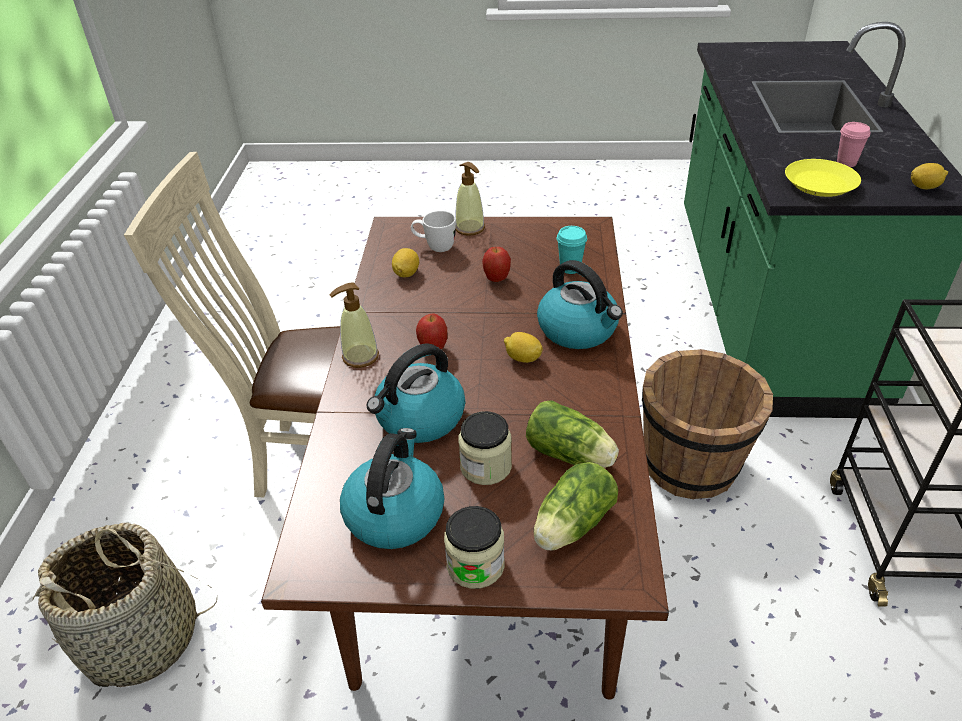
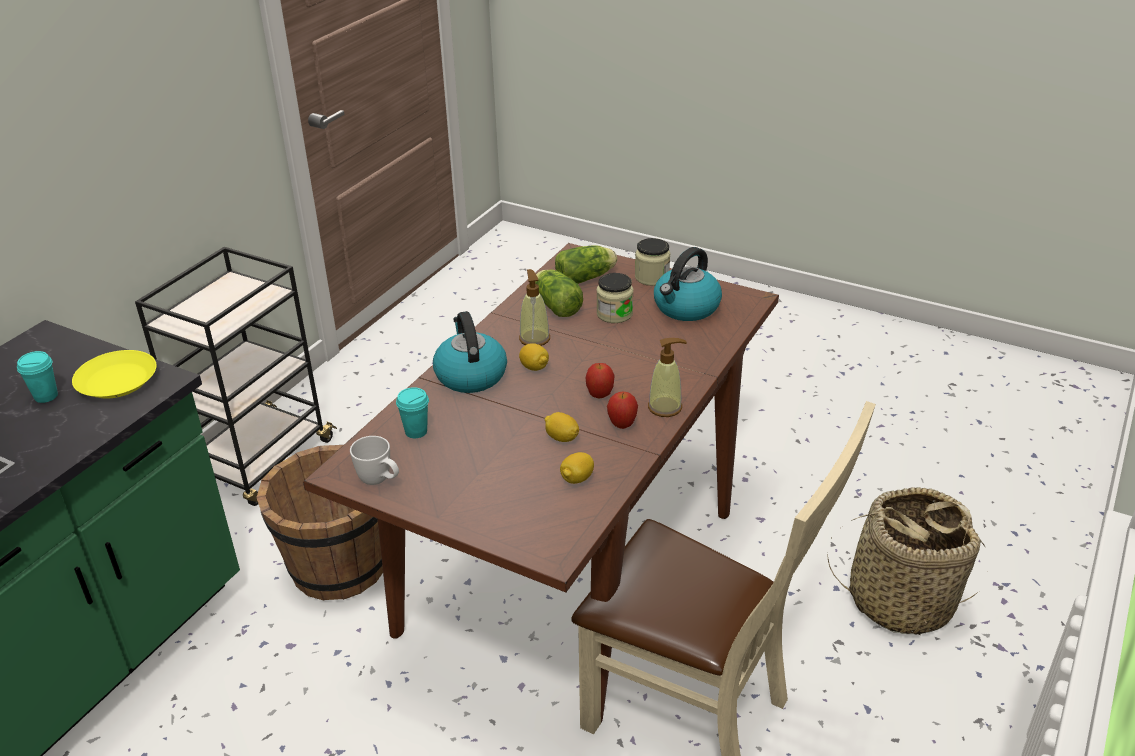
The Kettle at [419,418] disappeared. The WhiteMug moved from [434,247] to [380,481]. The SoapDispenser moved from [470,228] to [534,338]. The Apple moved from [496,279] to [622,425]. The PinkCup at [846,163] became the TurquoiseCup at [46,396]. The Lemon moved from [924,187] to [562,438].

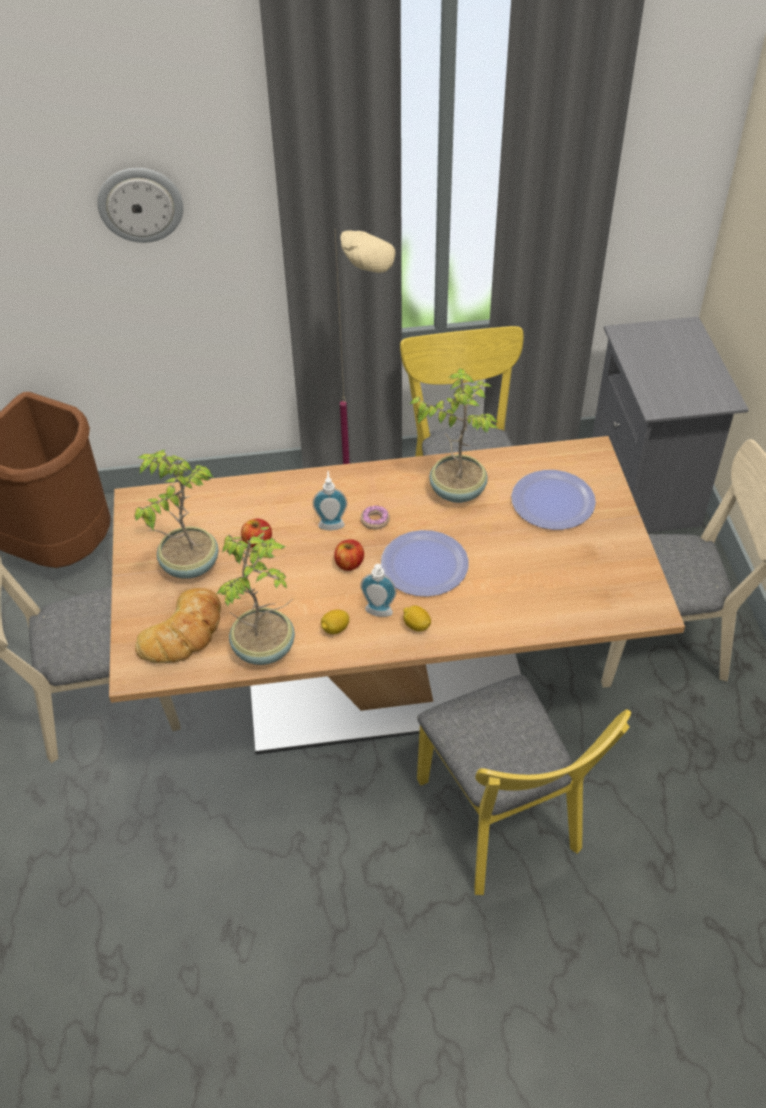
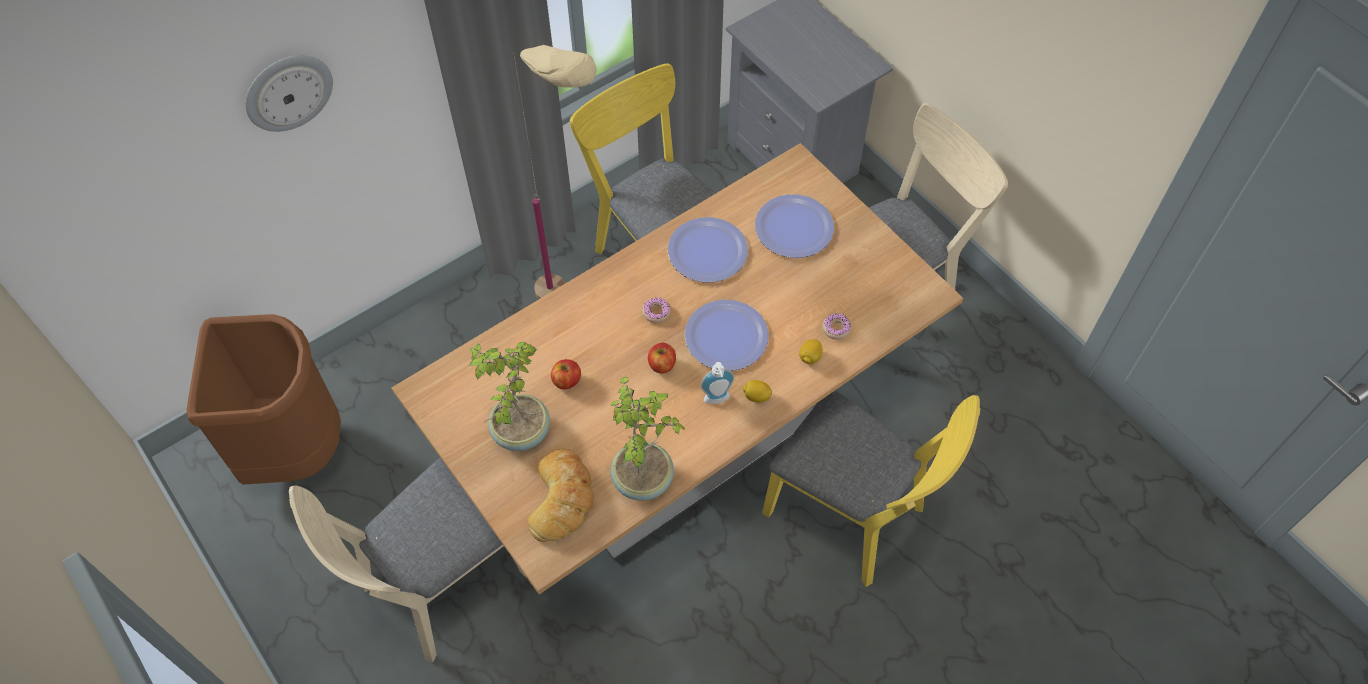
The SoapDispenser at [331,523] disappeared. The Lemon moved from [335,629] to [810,357]. The PottedPlant at [457,490] was replaced by the Plate at [708,251]. The Donut at [836,329] appeared.

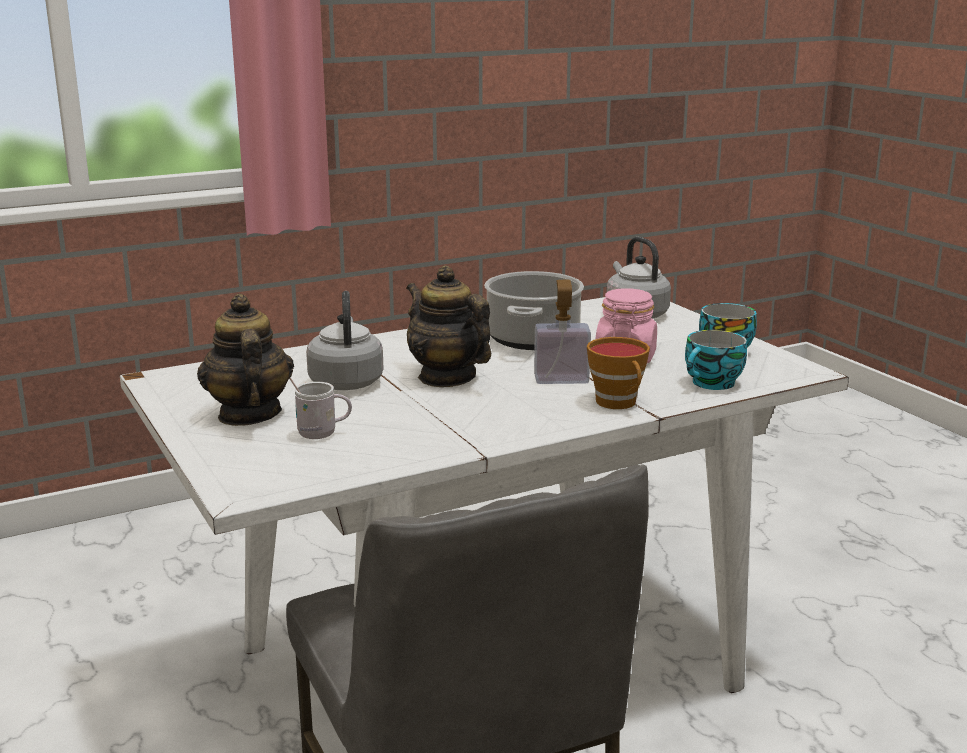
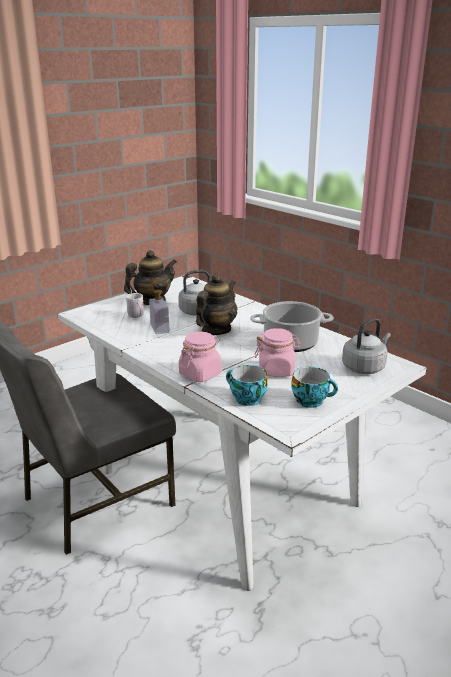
The SoapDispenser moved from [561,379] to [159,328]. The Cup at [619,403] was replaced by the PinkJar at [200,374].

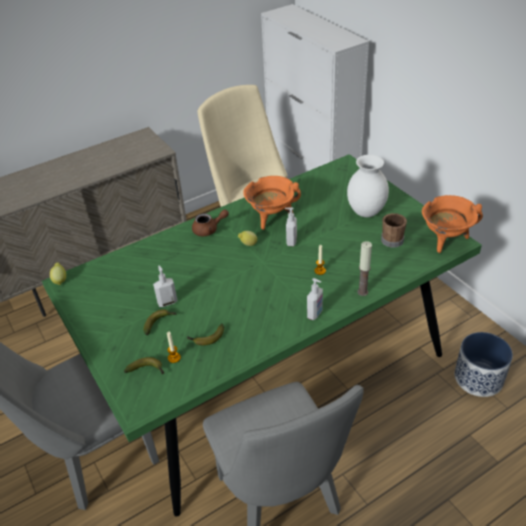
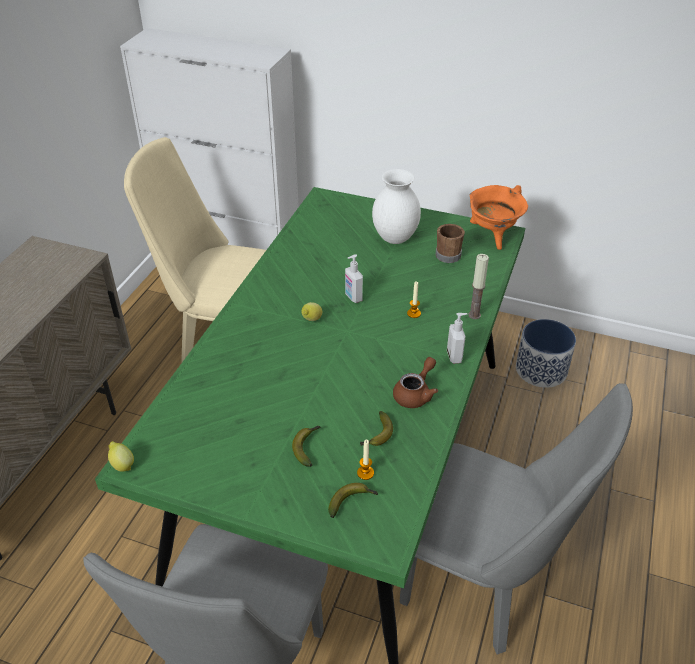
The SoapDispenser at [167,302] disappeared. The BrownTeapot moved from [209,230] to [415,394]. The OrangeCookingPot at [271,218] disappeared.

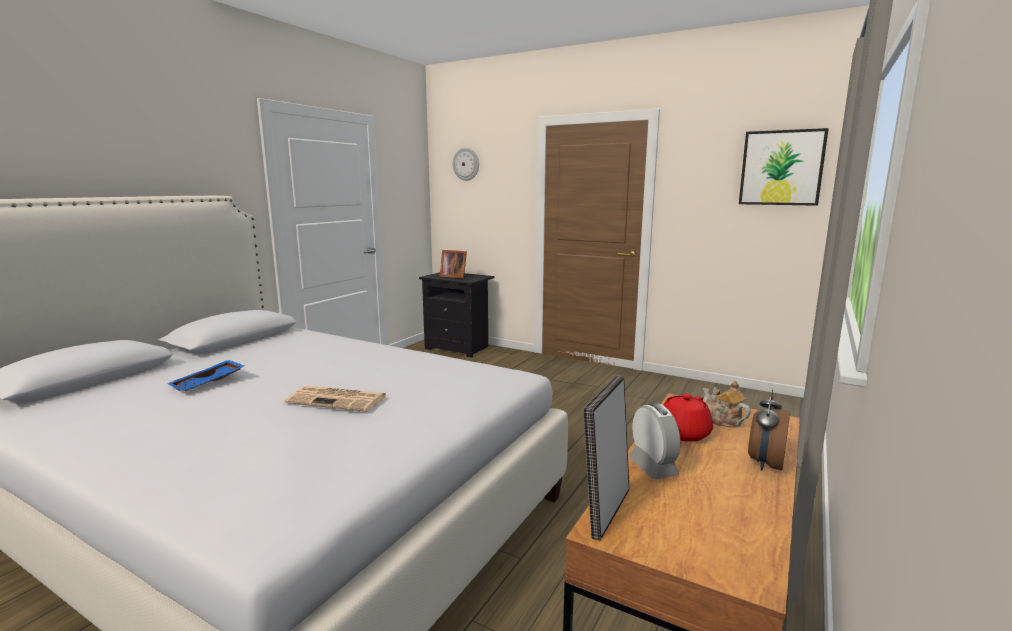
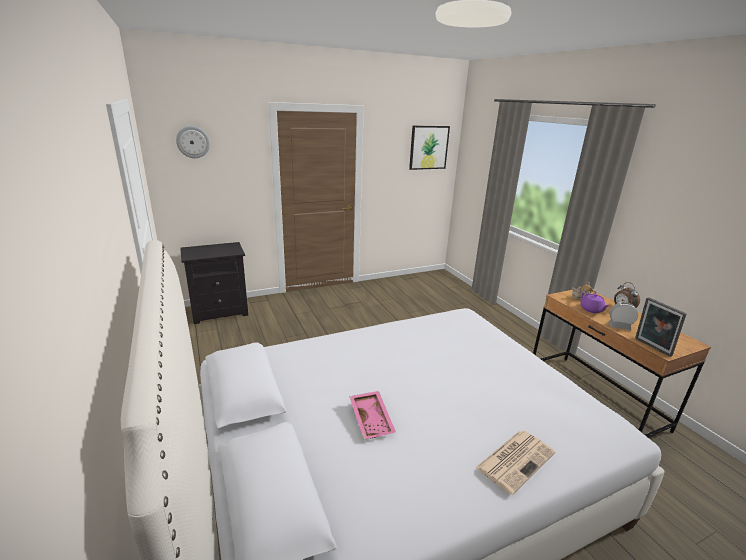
The BlueTray at [209,383] became the PinkTray at [372,420]. The Newspaper moved from [339,399] to [516,459]. The PictureFrame at [453,276] disappeared. The RedTeapot at [682,434] became the PurpleTeapot at [591,310].

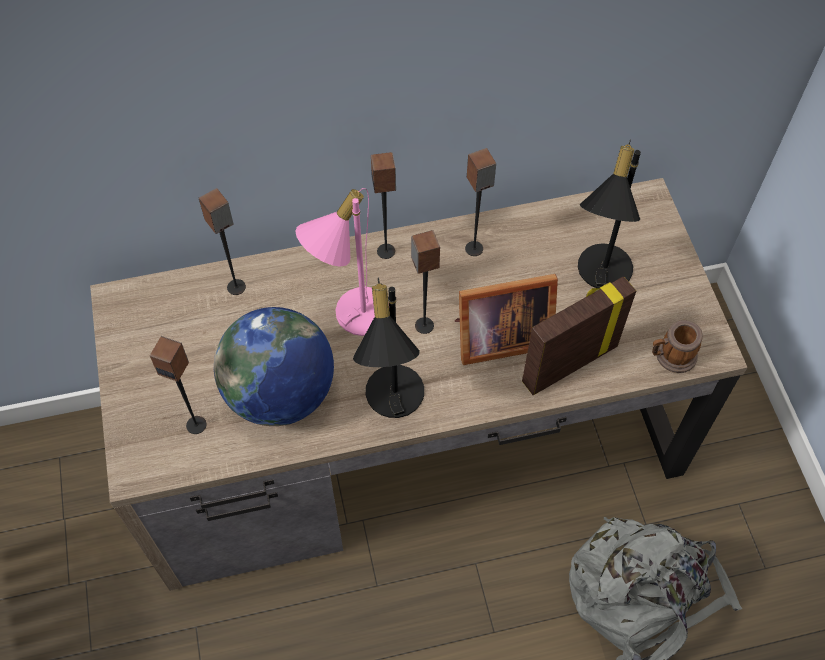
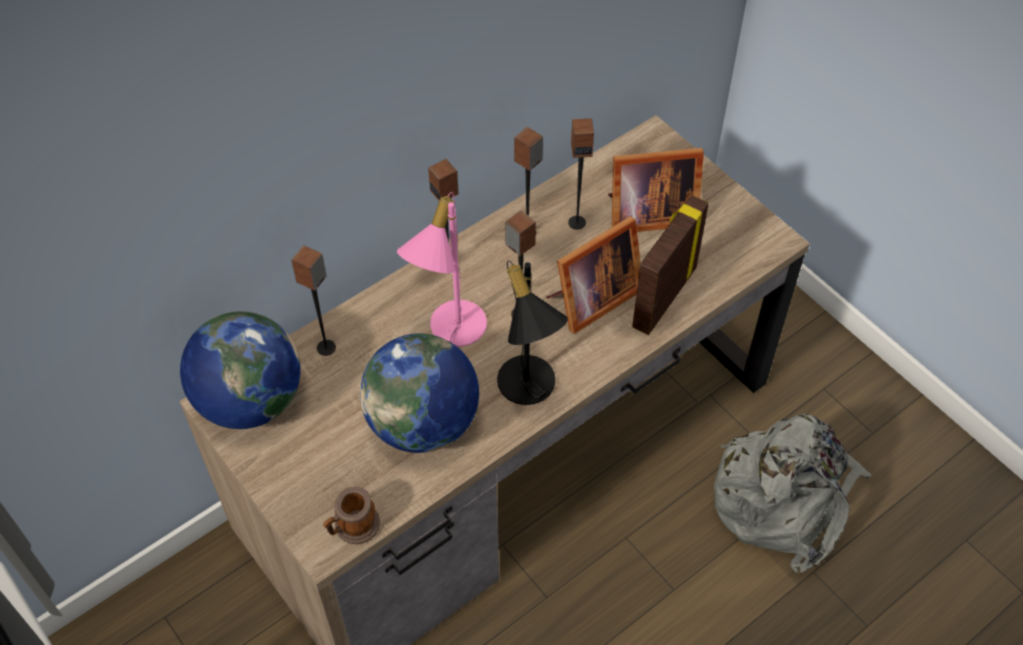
The Speaker moved from [196,424] to [577,222]. The BlackTableLamp at [598,274] was replaced by the PictureFrame at [647,214]. The Mug moved from [671,356] to [353,527]. The Globe at [250,401] appeared.

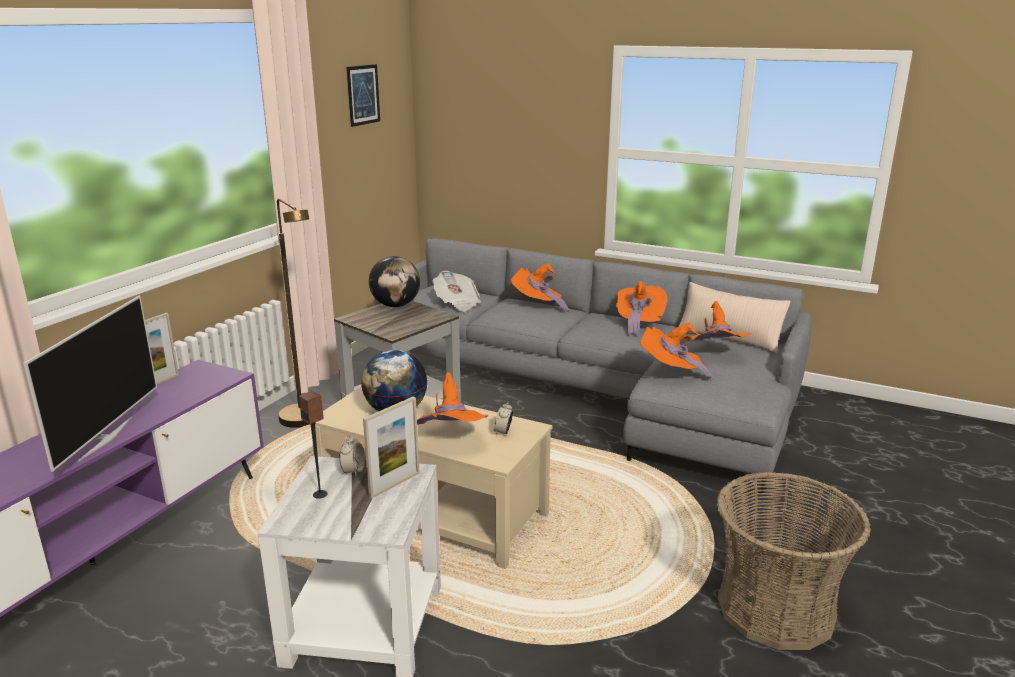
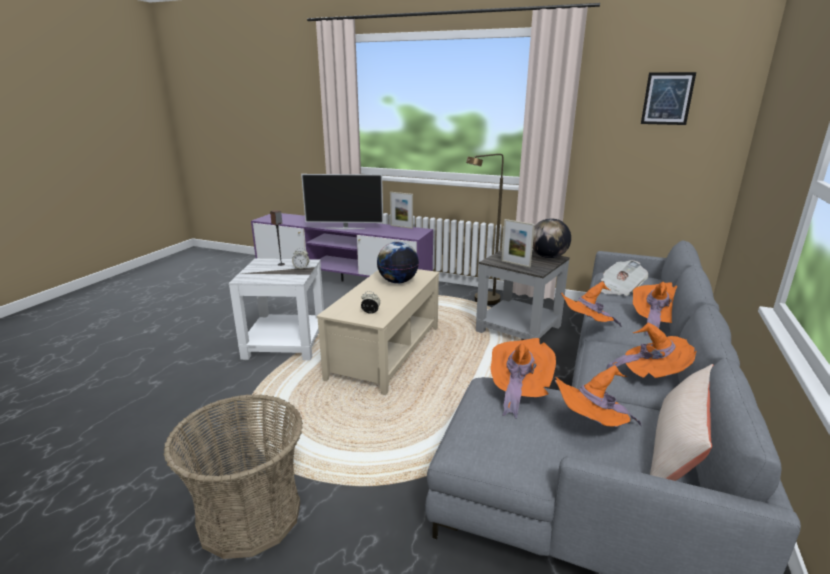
The PictureFrame moved from [394,484] to [515,264]. The OrangeHat moved from [451,440] to [585,327].

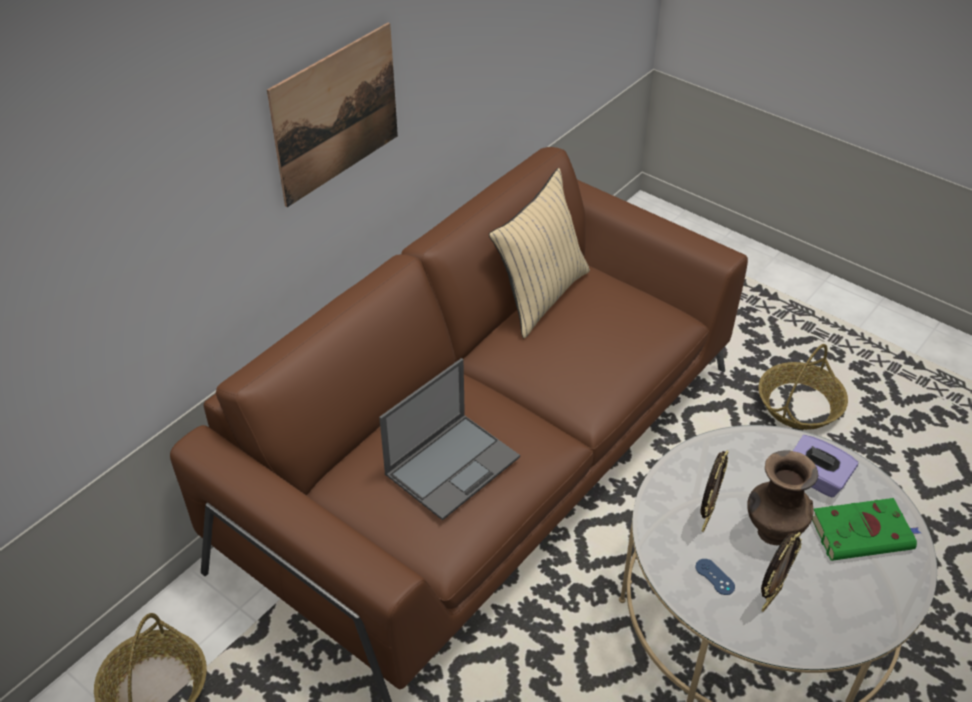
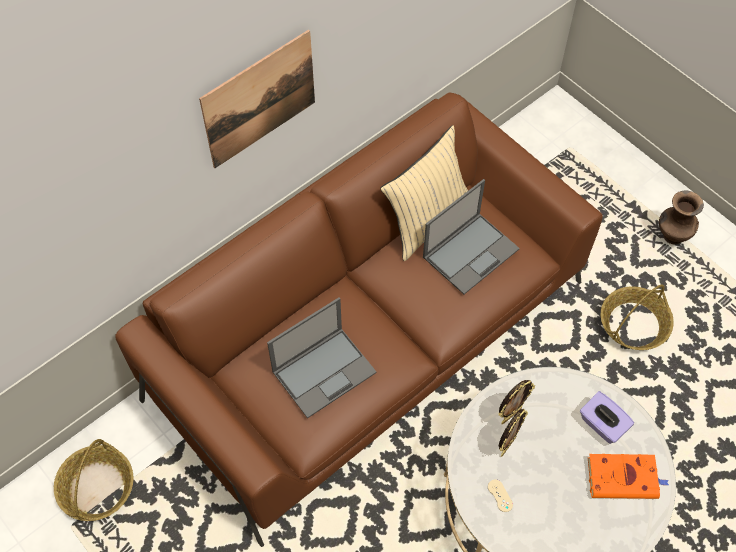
The BlueGameController at [714,577] became the BeigeGameController at [500,495]. The BrownVase moved from [771,532] to [671,236]. The PictureFrame moved from [770,598] to [510,415]. The GreenBook at [864,533] became the OrangeBook at [624,478]. The Laptop at [471,252] appeared.

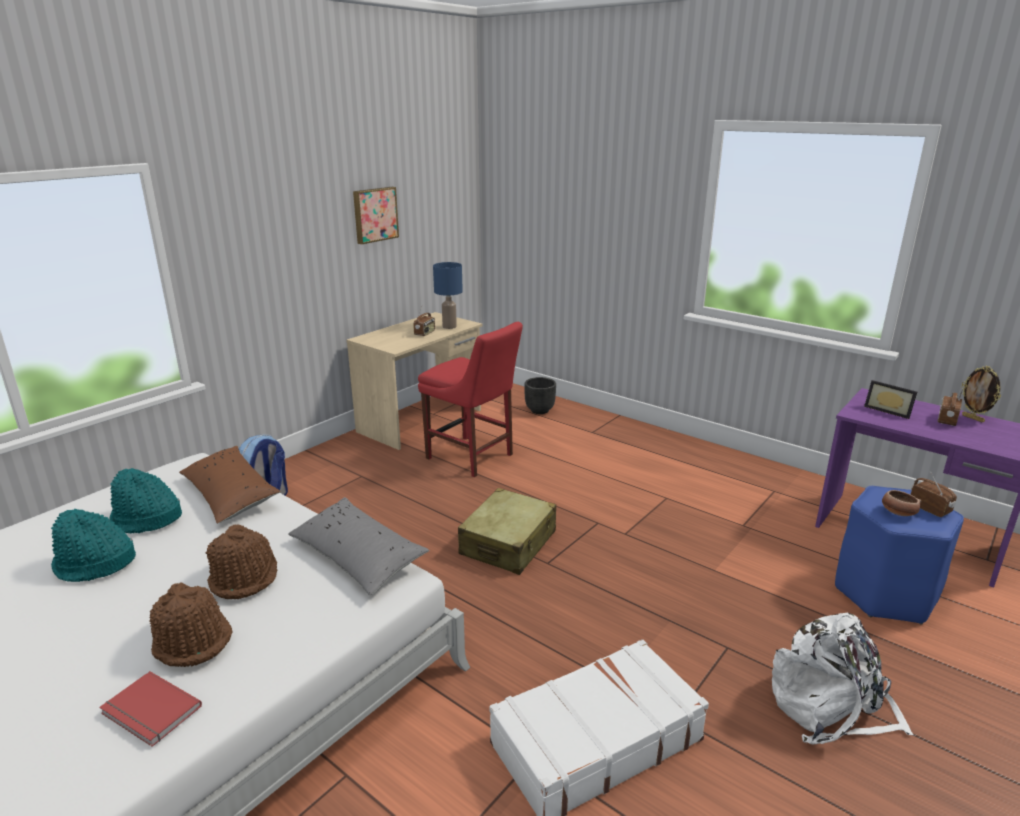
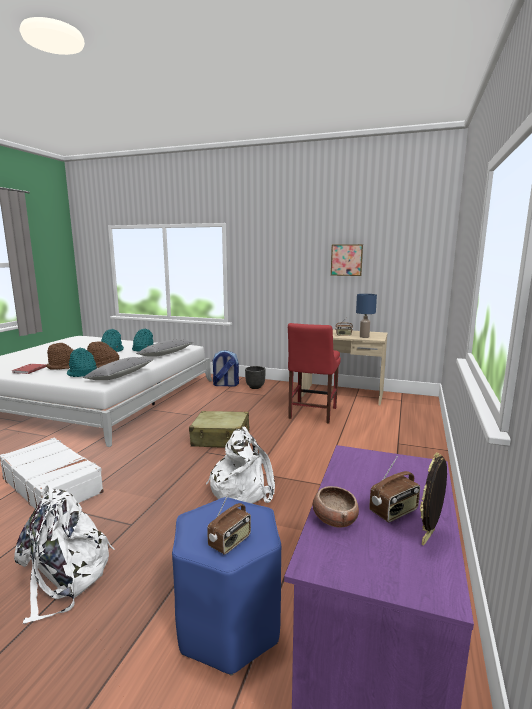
The BrownPillow at [230,494] became the GreyPillow at [166,354]. The BlackPlanter moved from [539,410] to [255,387]. The PictureFrame at [888,410] disappeared. The Bowl moved from [897,513] to [334,520]. The Radio at [946,420] turned 135 degrees clockwise. The TurquoiseHat at [82,374] appeared. The WhiteBackpack at [242,489] appeared.

